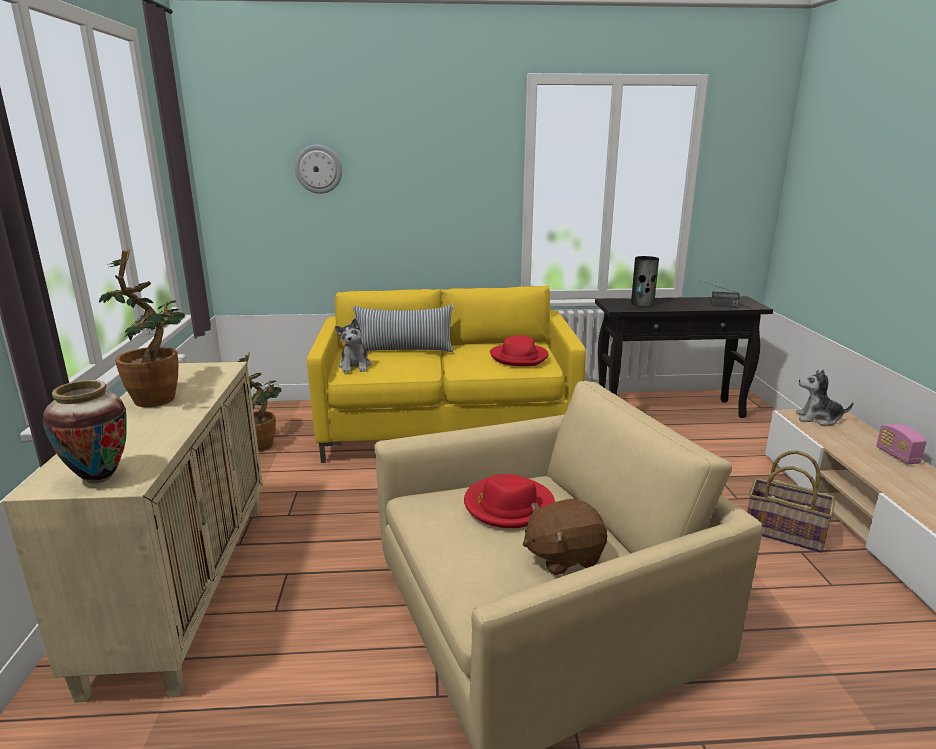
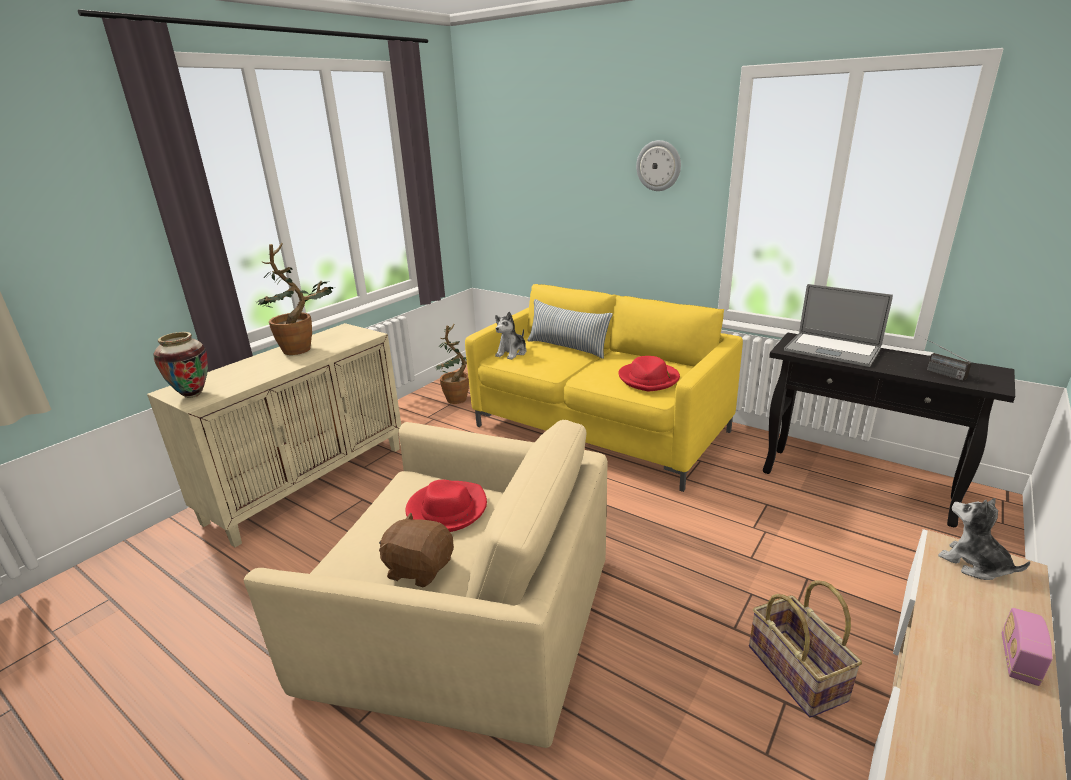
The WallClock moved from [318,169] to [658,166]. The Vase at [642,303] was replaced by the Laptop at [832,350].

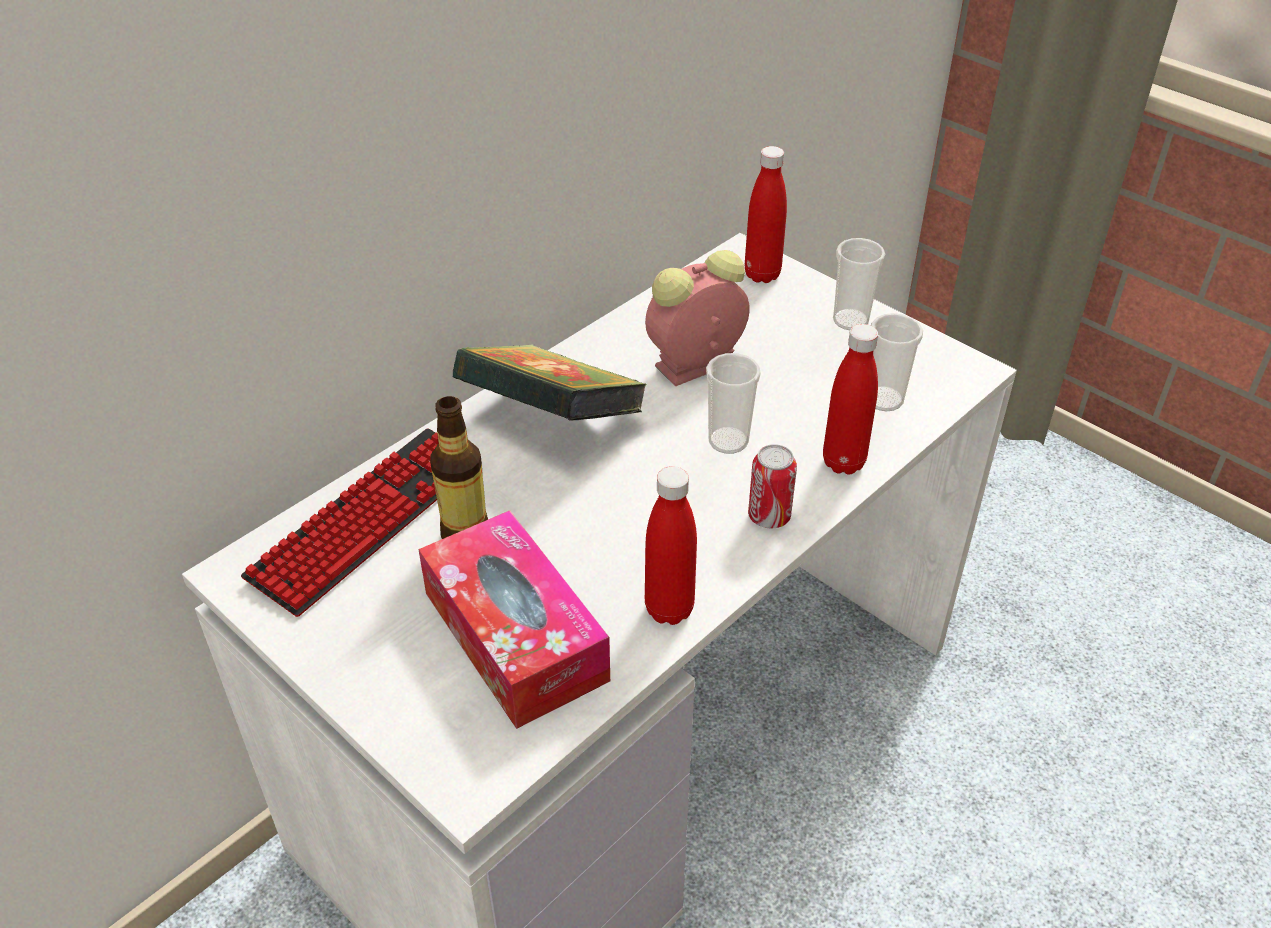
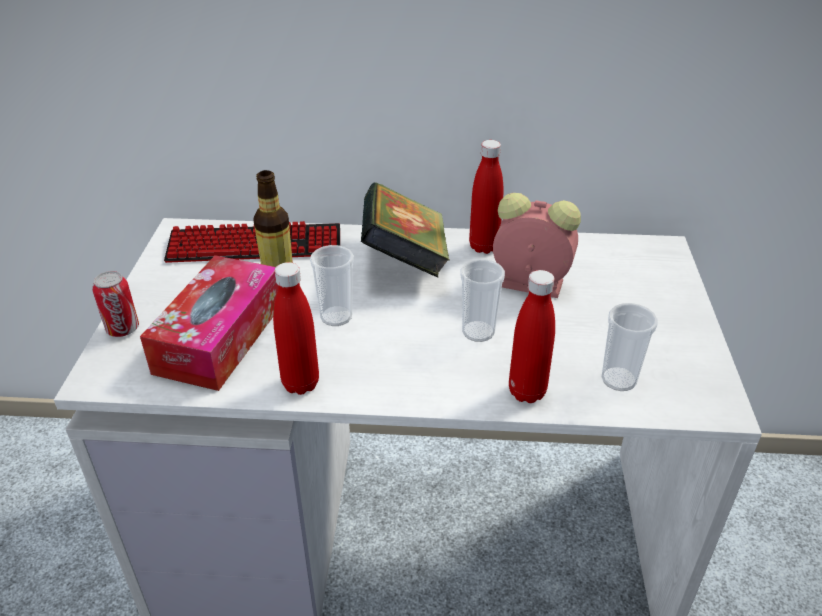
The RedBottle moved from [762,275] to [484,247]. The Can moved from [769,516] to [123,329]. The Cup moved from [850,320] to [336,317].

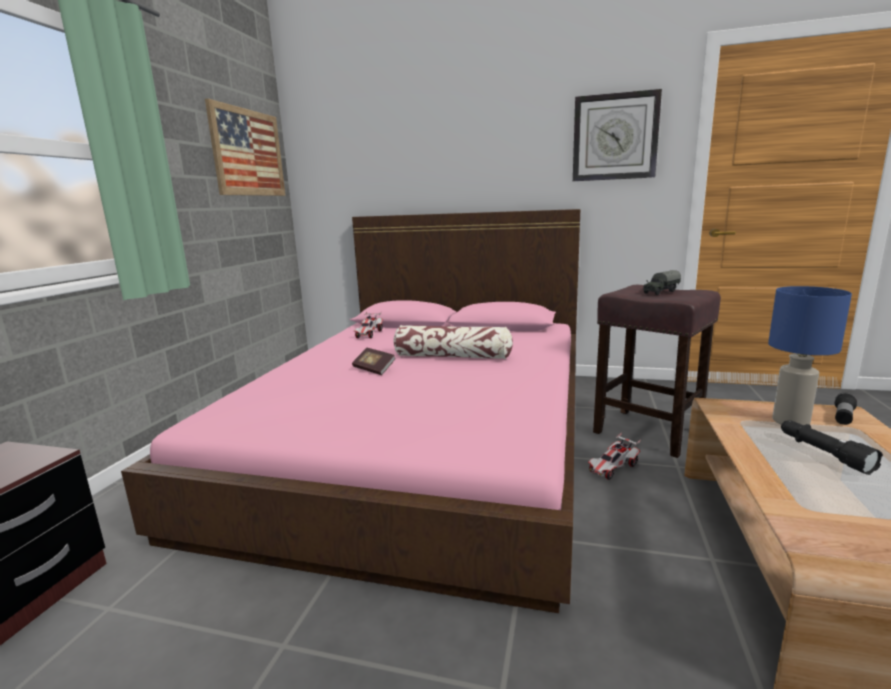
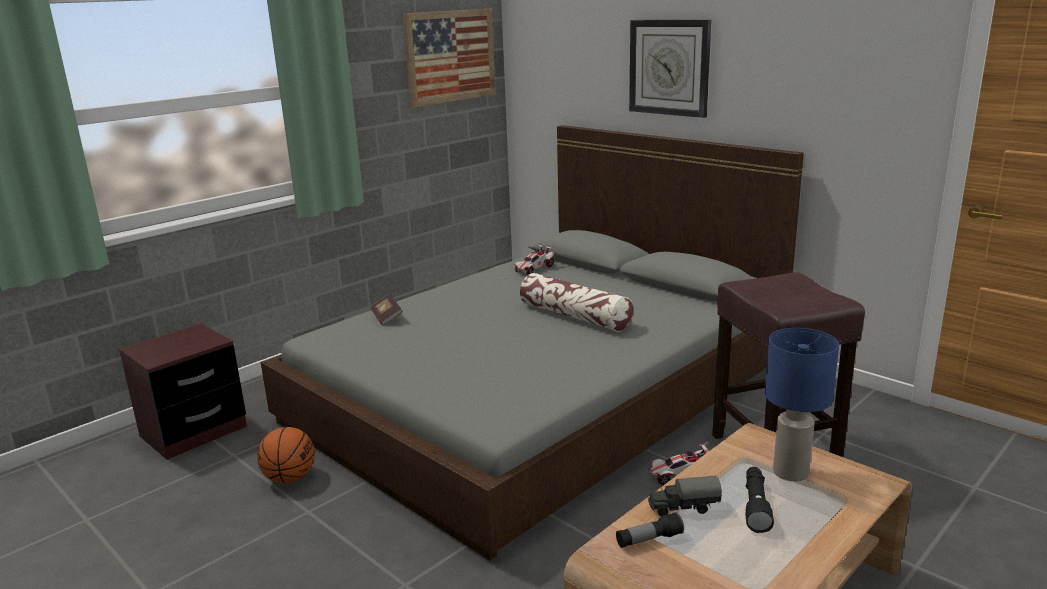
The PinkBed at [423,435] became the GreyBed at [541,391]. The Book moved from [374,369] to [387,317]. The WallClock moved from [615,137] to [669,67]. The ToyTruck moved from [660,292] to [683,507]. The Flashlight moved from [843,417] to [649,540]. The Basketball at [289,478] appeared.

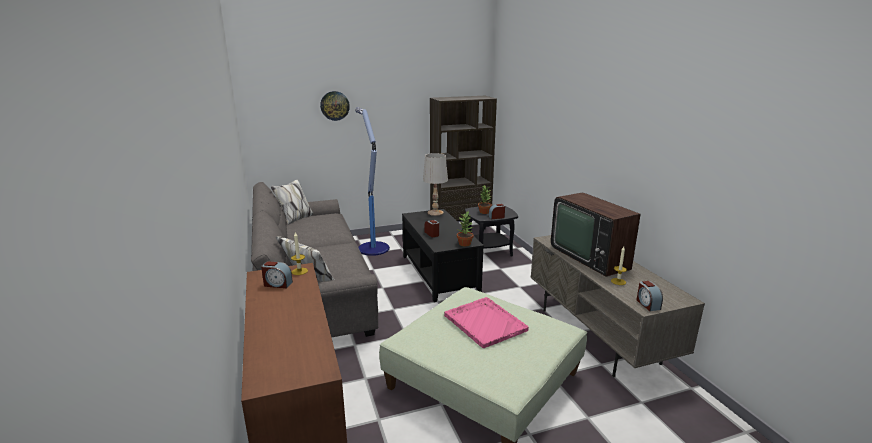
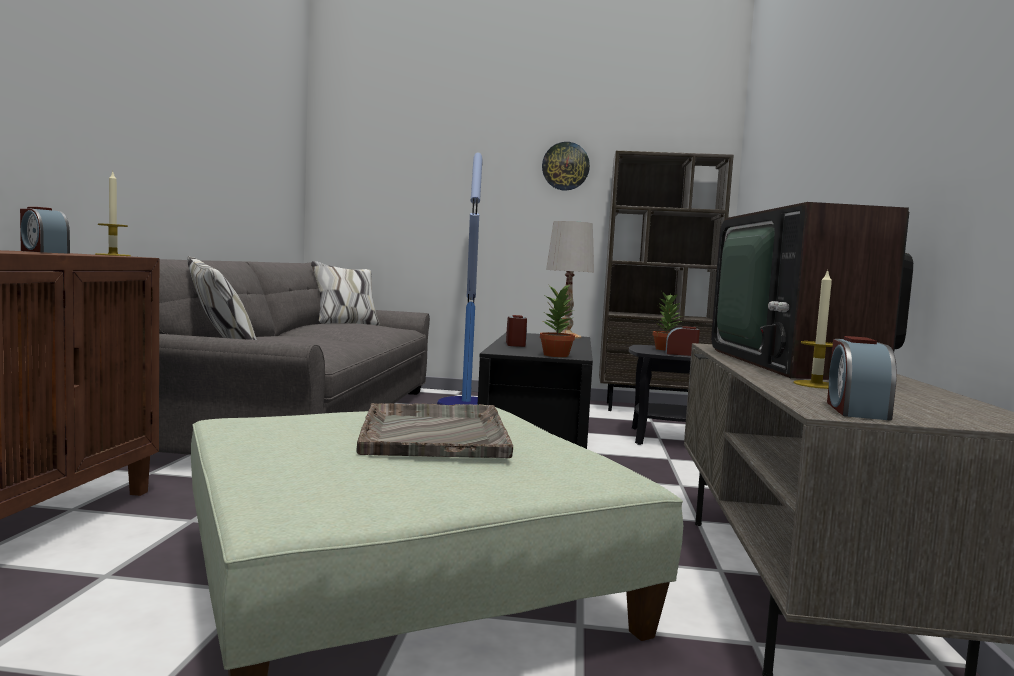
The WallClock moved from [334,105] to [565,166]. The PinkTray at [484,322] became the GreyTray at [434,433].

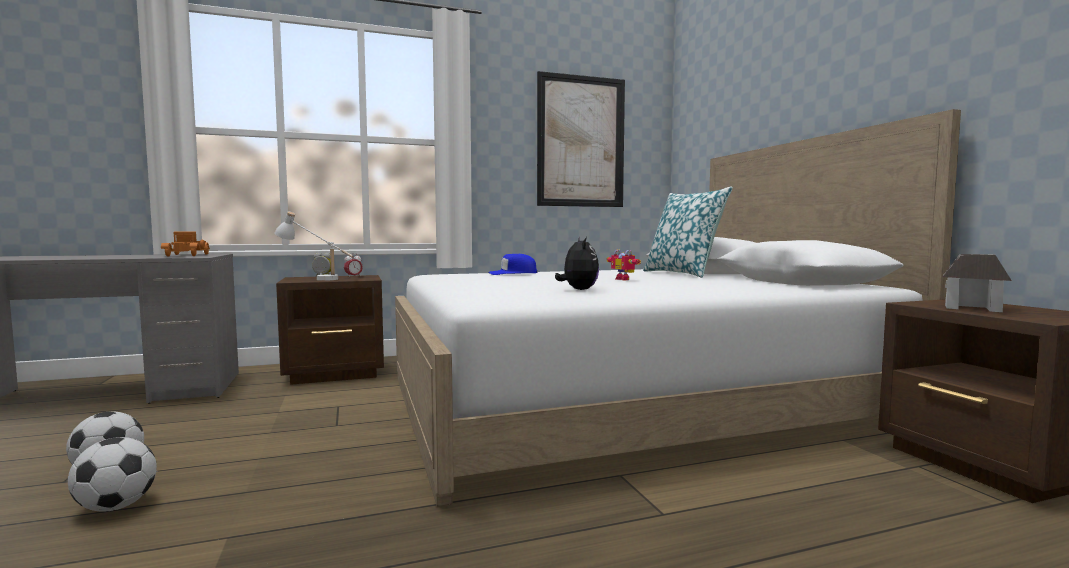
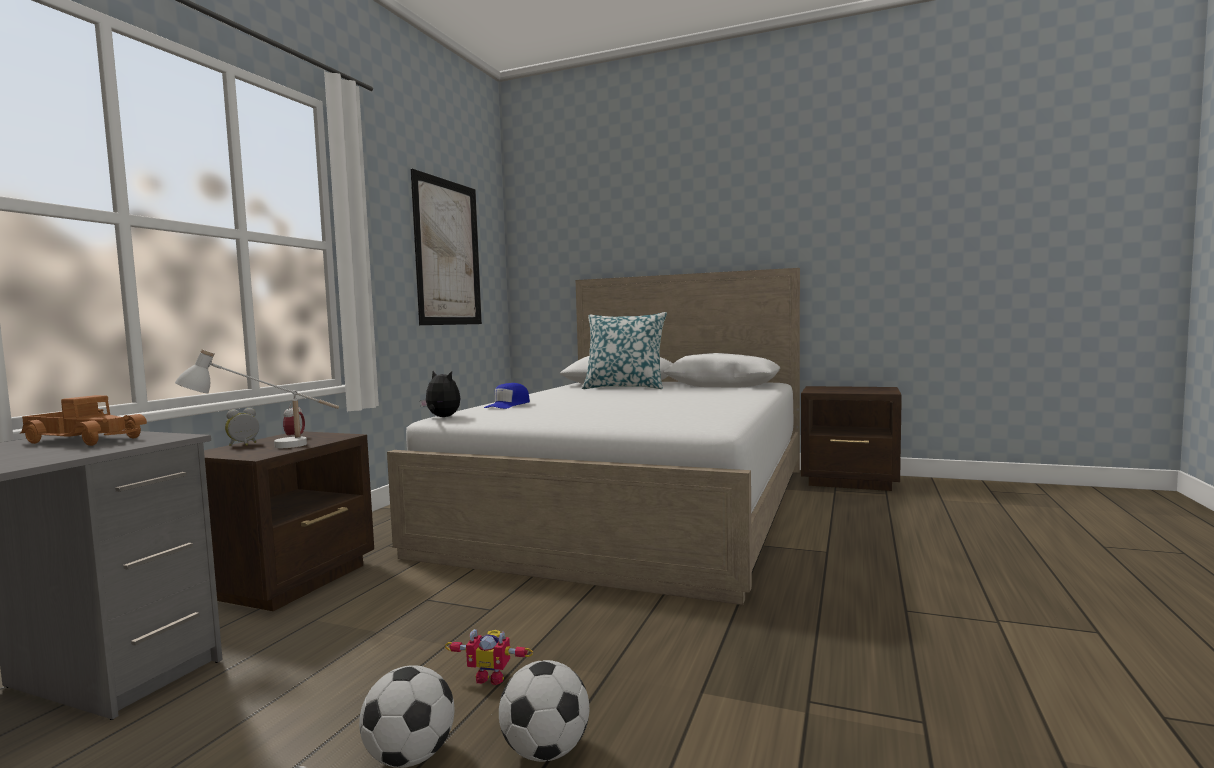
The PlushToy moved from [578,290] to [442,417]. The ToyRobot moved from [625,279] to [491,677]. The ToyHouse at [972,308] disappeared.

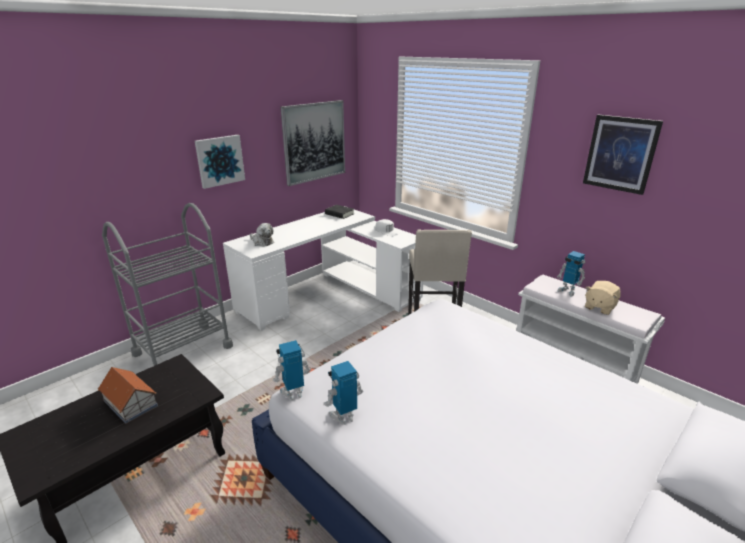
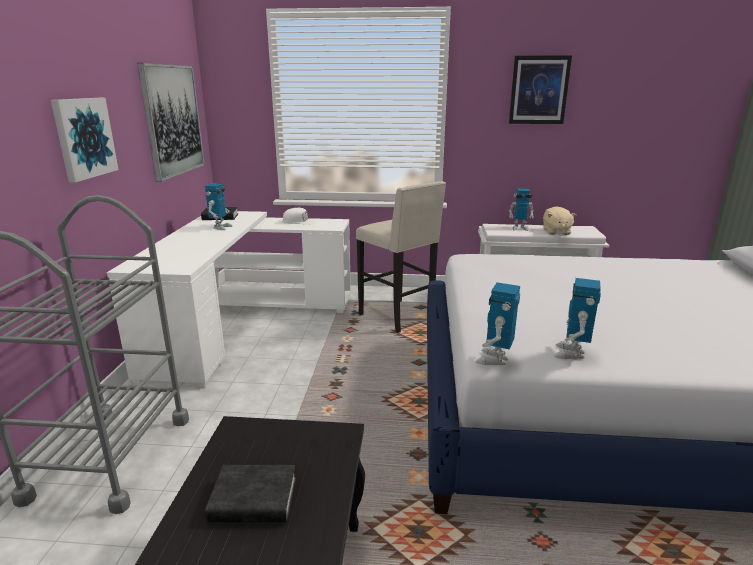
The ToyHouse at [130,403] was replaced by the BlackBook at [254,500]. The PlushToy at [262,242] disappeared. The ToyRobot at [220,227] appeared.

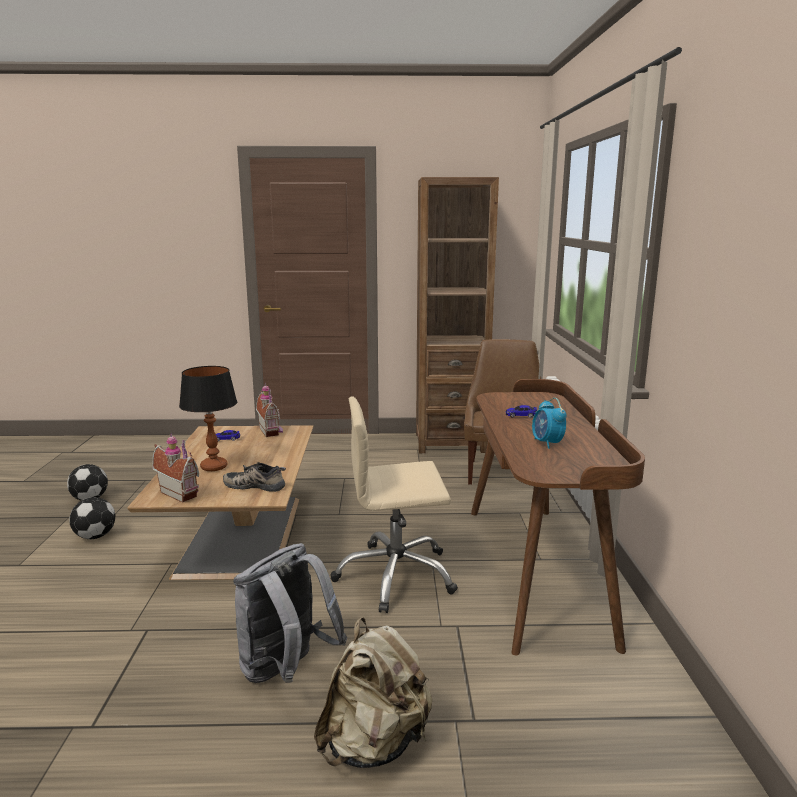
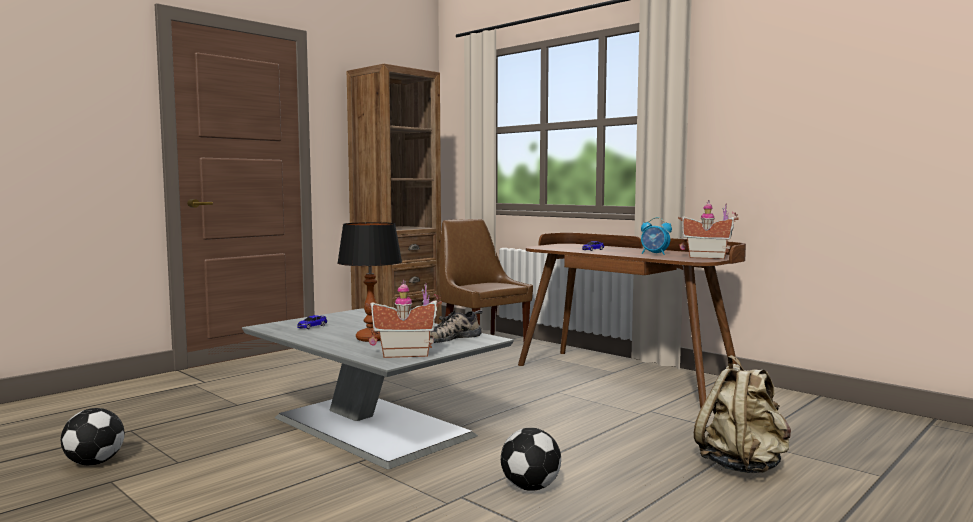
The Football moved from [95,536] to [530,487]. The BrownCoffeeTable at [241,536] became the GreyCoffeeTable at [375,427]. The GreyBackpack at [286,670] disappeared. The ToyHouse moved from [271,431] to [706,257]. The BeigeOfficeChair at [395,576] disappeared.

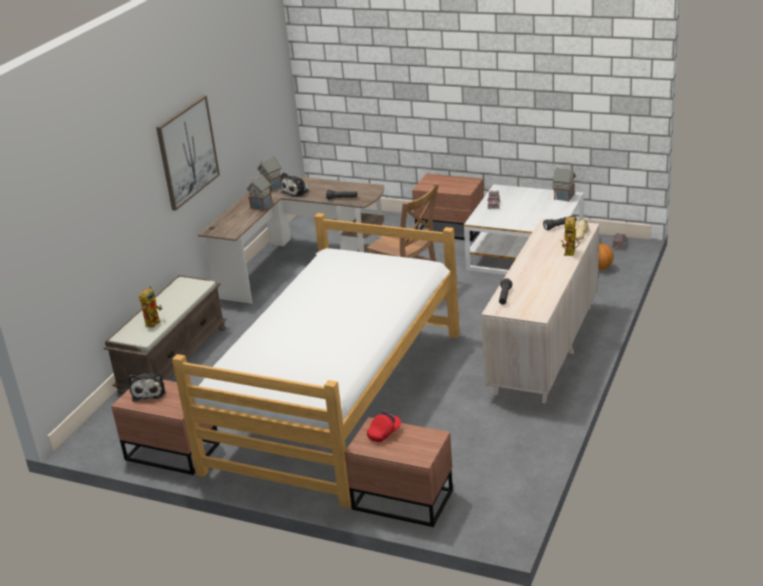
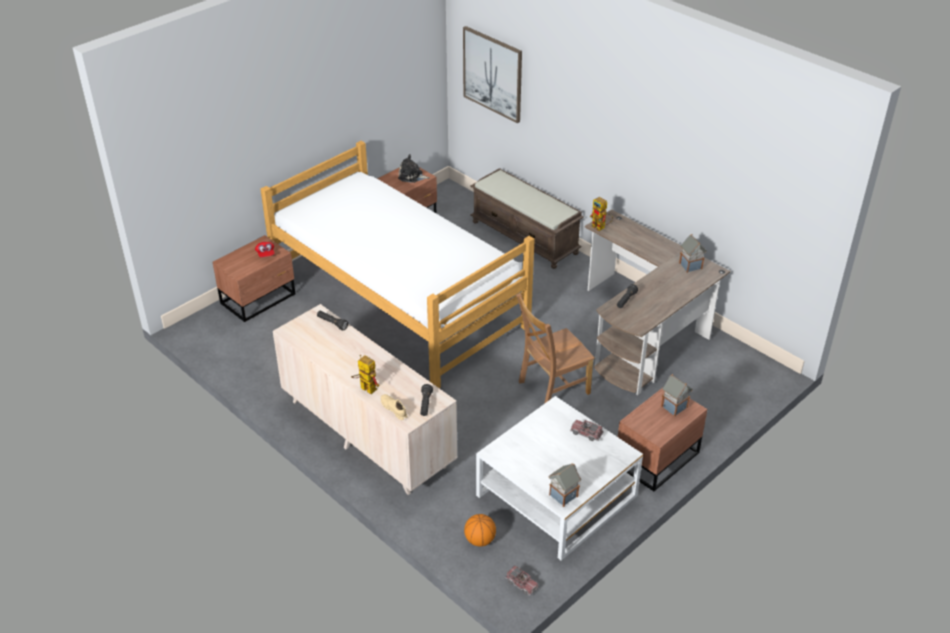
The ToyRobot moved from [154,321] to [600,228]. The Picture moved from [187,152] to [492,74]. The ToyHouse moved from [261,205] to [674,407]. The PlushToy at [297,192] disappeared.

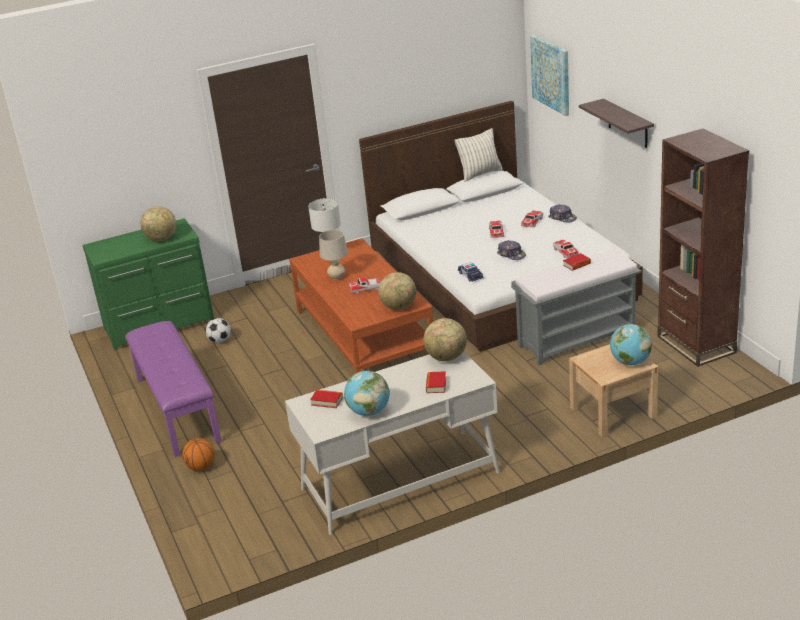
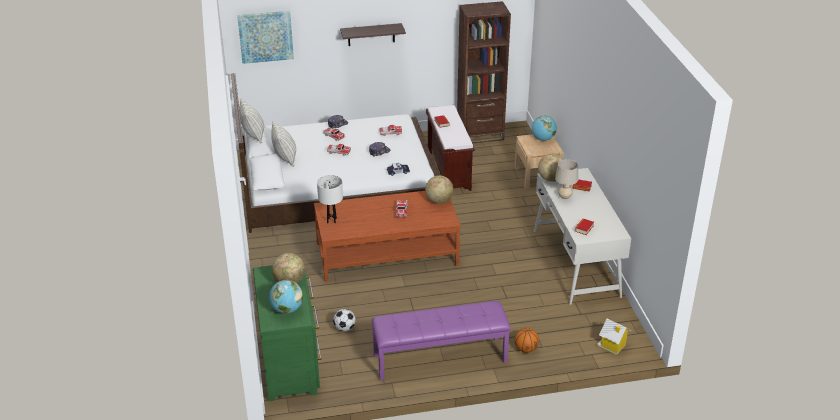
The BeigeTableLamp moved from [337,277] to [565,197]. The Globe moved from [369,412] to [287,310]. The GreyBench at [577,338] became the BrownBench at [448,170]. The Pillow at [285,158] appeared. The ToyHouse at [612,346] appeared.

